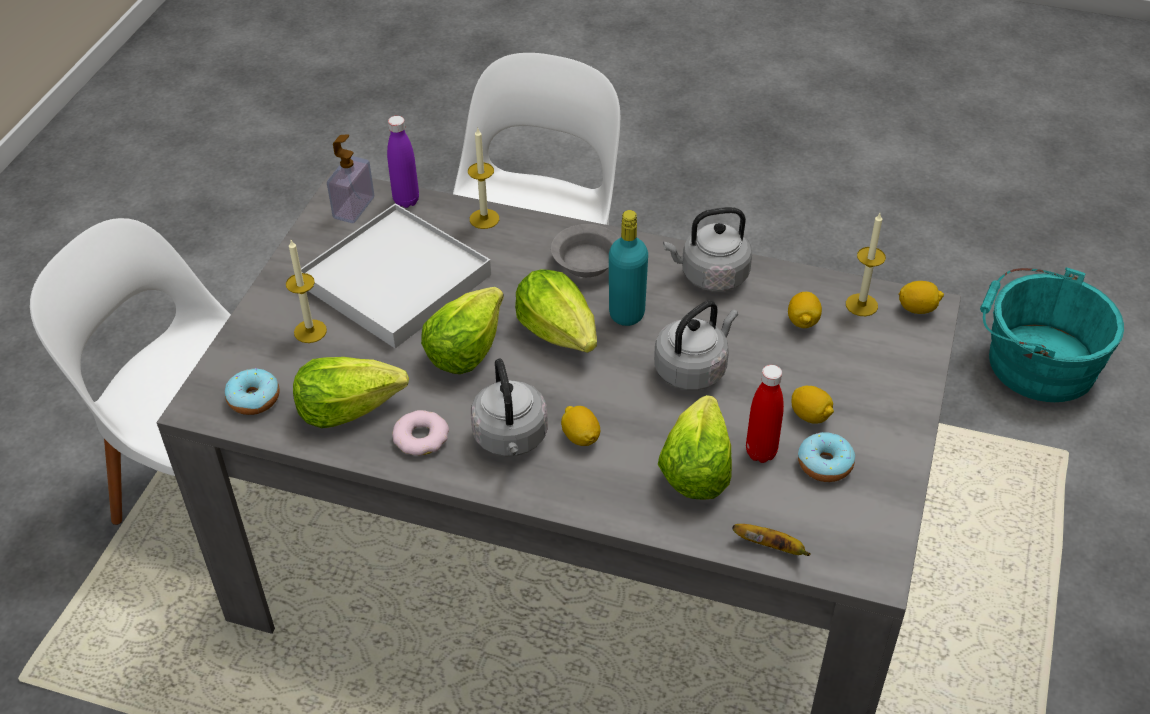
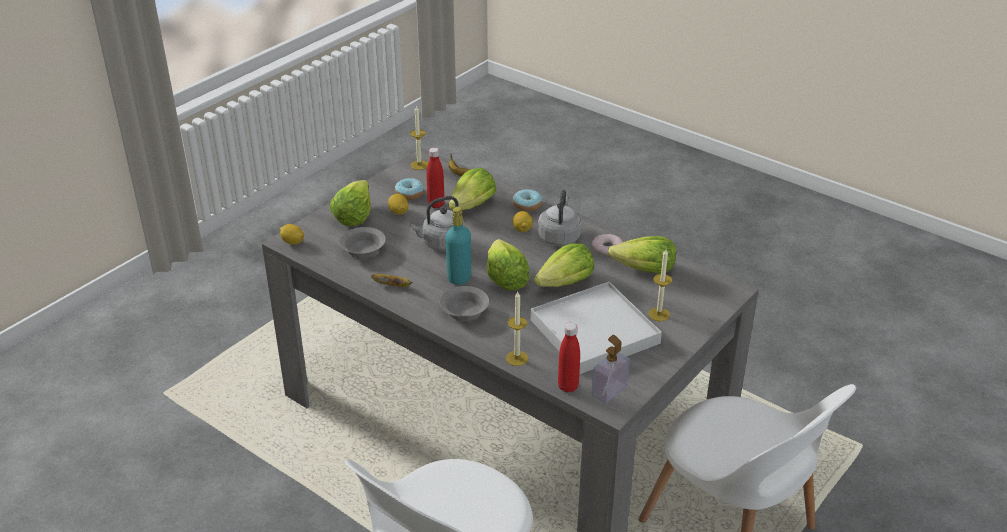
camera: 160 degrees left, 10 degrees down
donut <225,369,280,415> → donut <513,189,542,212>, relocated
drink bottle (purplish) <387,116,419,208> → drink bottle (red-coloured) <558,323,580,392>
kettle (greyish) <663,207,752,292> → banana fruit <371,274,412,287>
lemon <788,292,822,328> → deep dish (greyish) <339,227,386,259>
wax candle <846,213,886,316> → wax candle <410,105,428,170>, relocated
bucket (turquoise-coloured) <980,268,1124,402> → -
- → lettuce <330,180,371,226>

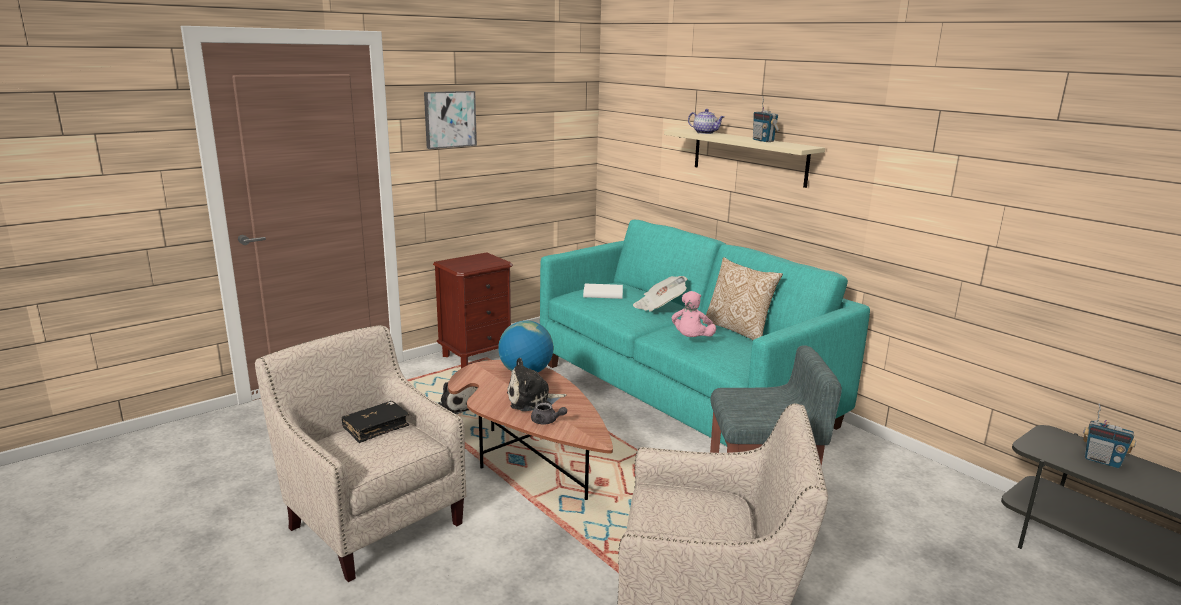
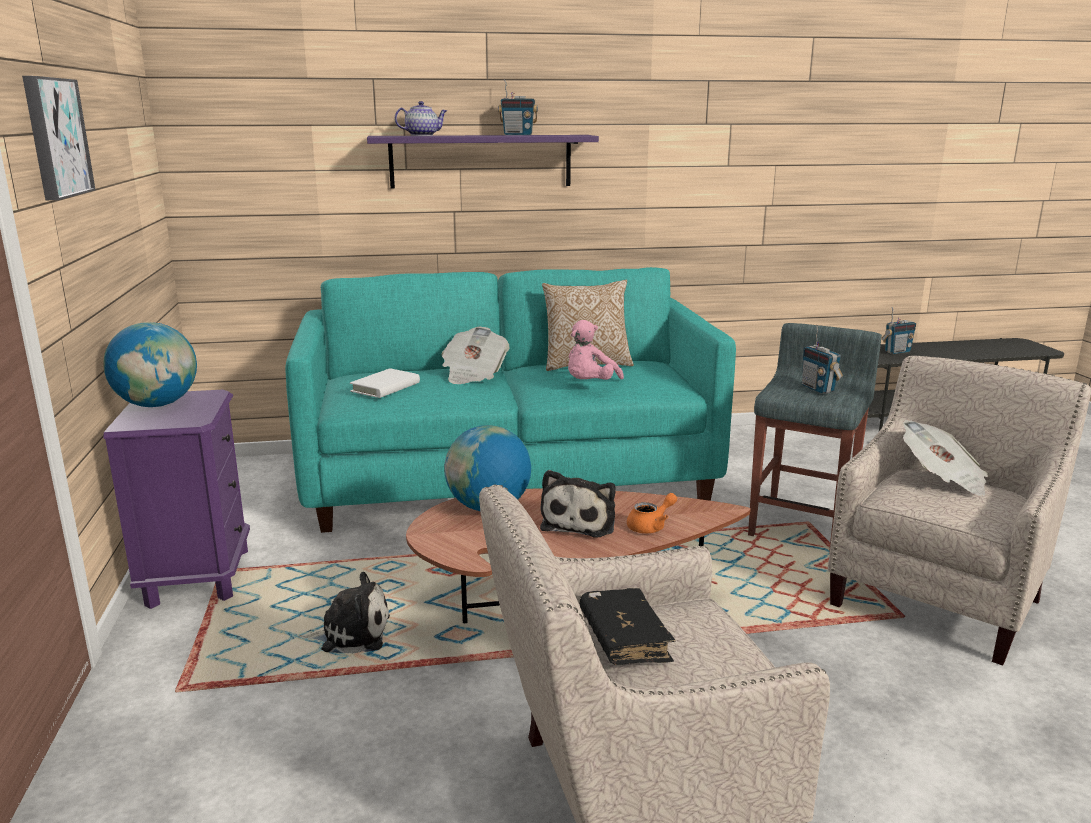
camera: 60 degrees left, 0 degrees up
bedside table (brown-coloured) <433,252,513,368> → bedside table (purplish) <103,390,250,609>
pot for tea (greyish) <531,403,567,424> → pot for tea (orange-coloured) <627,493,677,533>
shelf (beige-coloured) <664,129,825,188> → shelf (purplish) <367,135,599,188>
plush toy (pink-coloured) <672,291,716,337> → plush toy (pink-coloured) <568,320,624,380>, 75 degrees clockwise
- → desk globe <104,322,197,407>
- → radio <802,325,843,394>
- → printed paper <903,420,988,497>

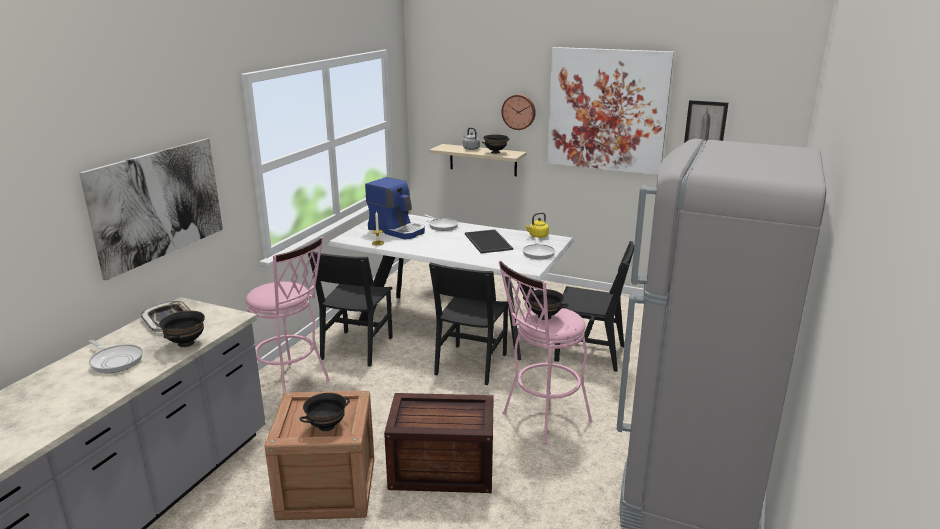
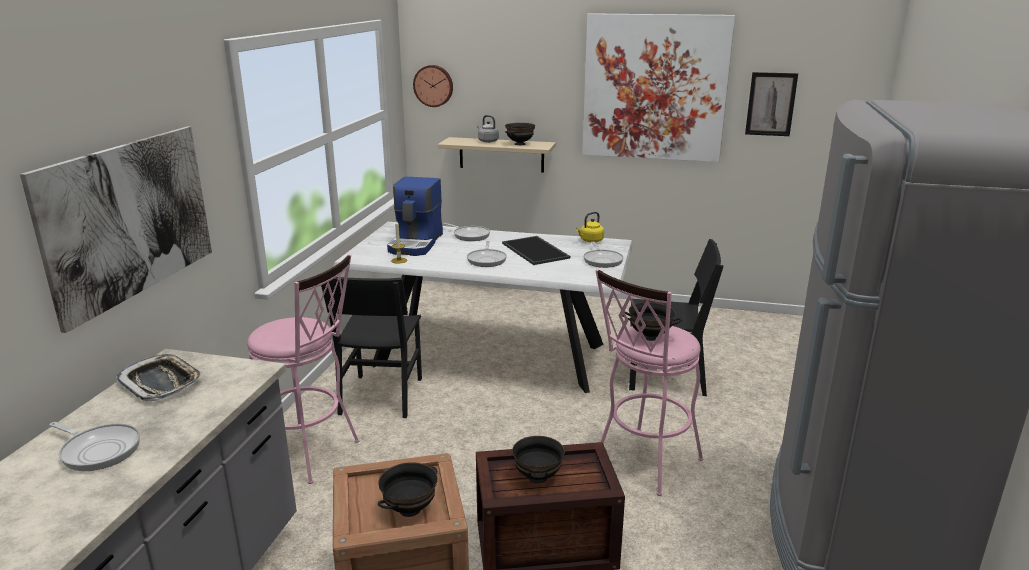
camera: 10 degrees left, 0 degrees up
deep dish (blackish) <159,311,205,347> → deep dish (blackish) <512,436,565,484>, relocated
coffee maker <365,177,425,239> → coffee maker <387,177,443,256>, 75 degrees clockwise
upright chair (blackish) <429,262,509,385> → -
hanging clock <501,94,536,130> → hanging clock <413,65,453,107>, relocated
- → skillet <467,241,507,267>

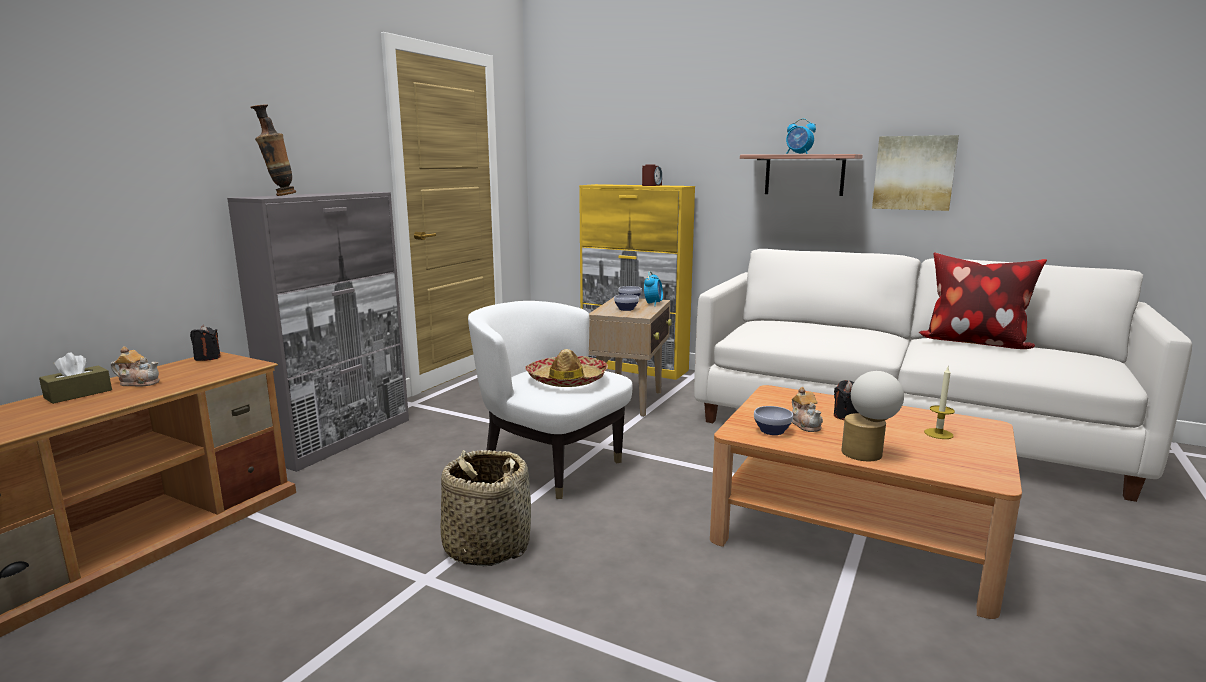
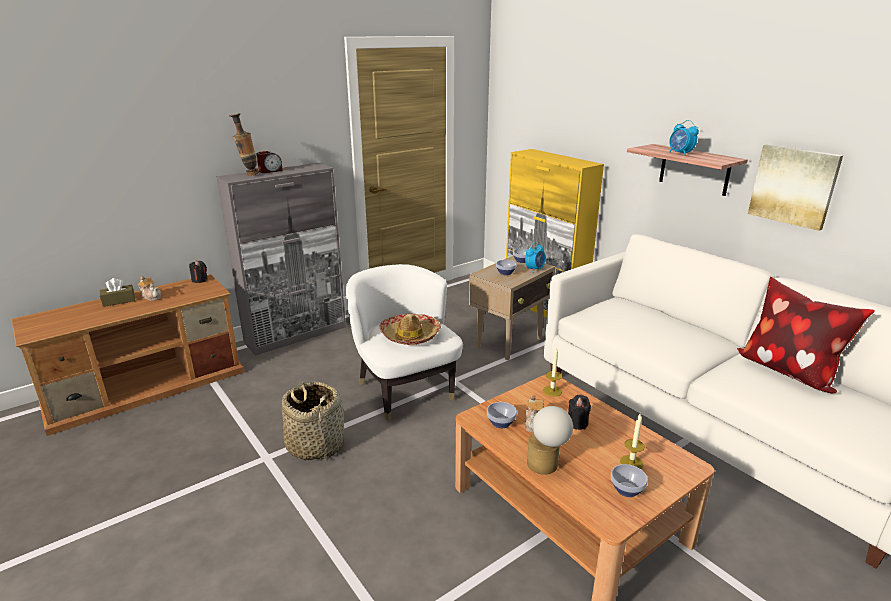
camera: 25 degrees right, 10 degrees up
bedside clock <642,165,662,186> → bedside clock <256,151,283,173>, relocated
- → wax candle <543,347,562,397>
- → deep dish <611,464,648,497>

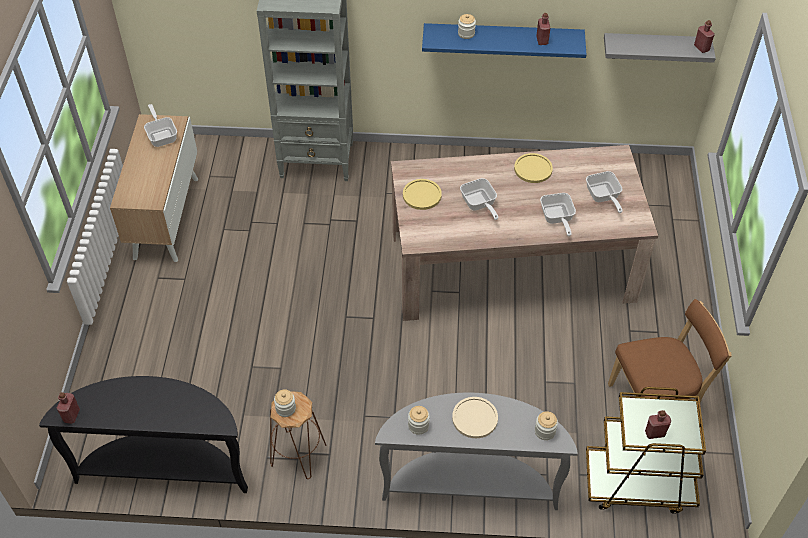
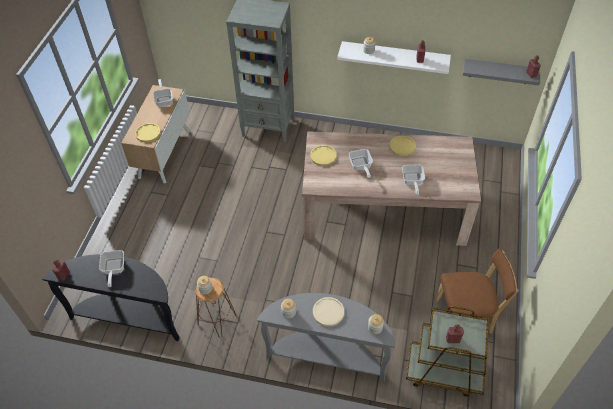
camera: 10 degrees right, 0 degrees up
shelf (blue) <422,23,587,58> → shelf (white) <337,41,451,74>
skillet <586,171,623,213> → skillet <99,250,124,287>, relocated
- → dinner plate (yellowish) <135,123,161,142>

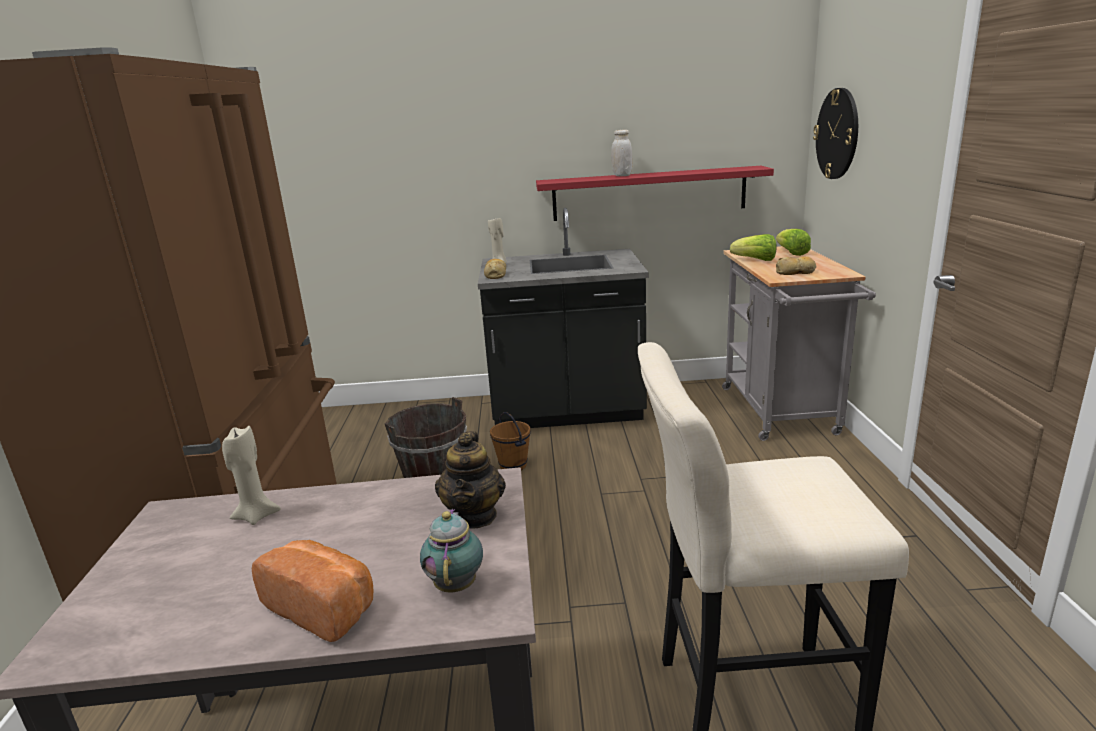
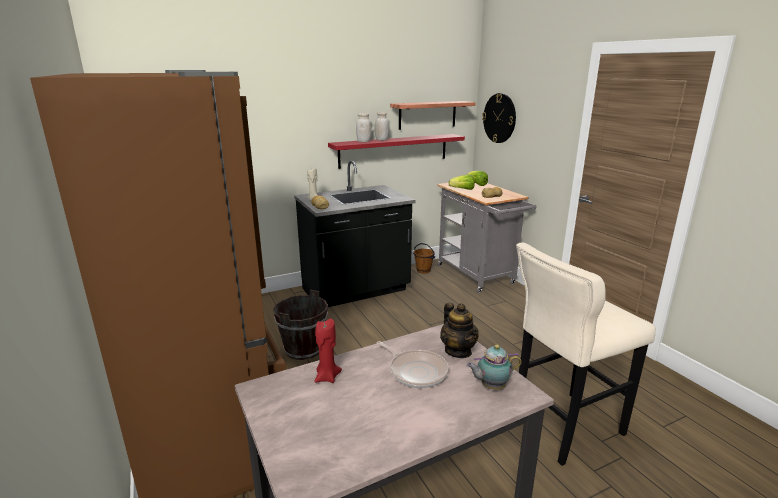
camera: 25 degrees left, 0 degrees up
wax candle (beige-coloured) <222,426,281,525> → wax candle (red-coloured) <314,318,342,383>
bread <252,540,373,642> → -
pot for tea <420,509,483,592> → pot for tea <466,345,522,390>, 75 degrees counterclockwise
bucket (brown-coloured) <490,412,531,470> → bucket (brown-coloured) <413,243,435,274>, relocated
- → storage jar (white) <356,113,371,142>
- → skillet <376,341,449,388>
- → shelf <390,101,476,130>

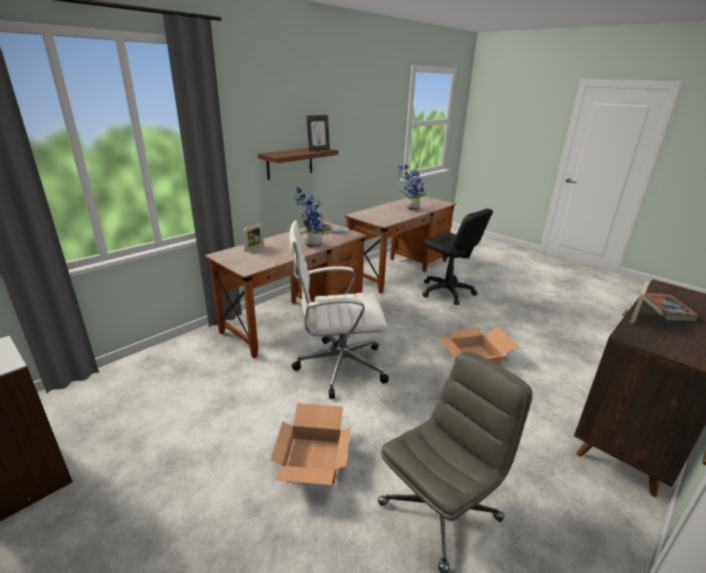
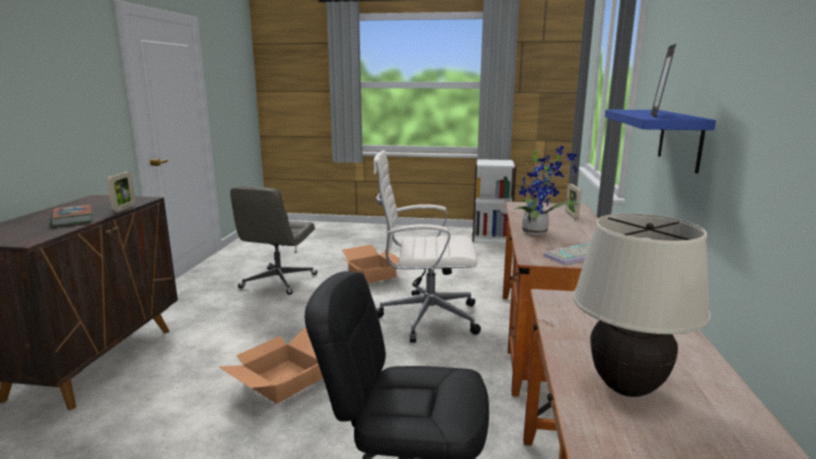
camera: 145 degrees right, 10 degrees down
shelf (brown-coloured) <258,148,338,180> → shelf (blue) <605,109,716,174>
computer chair (white) <290,220,389,399> → computer chair (white) <374,150,481,343>, 135 degrees counterclockwise
plant in a pot <394,164,427,211> → table lamp (beige-coloured) <573,213,711,397>

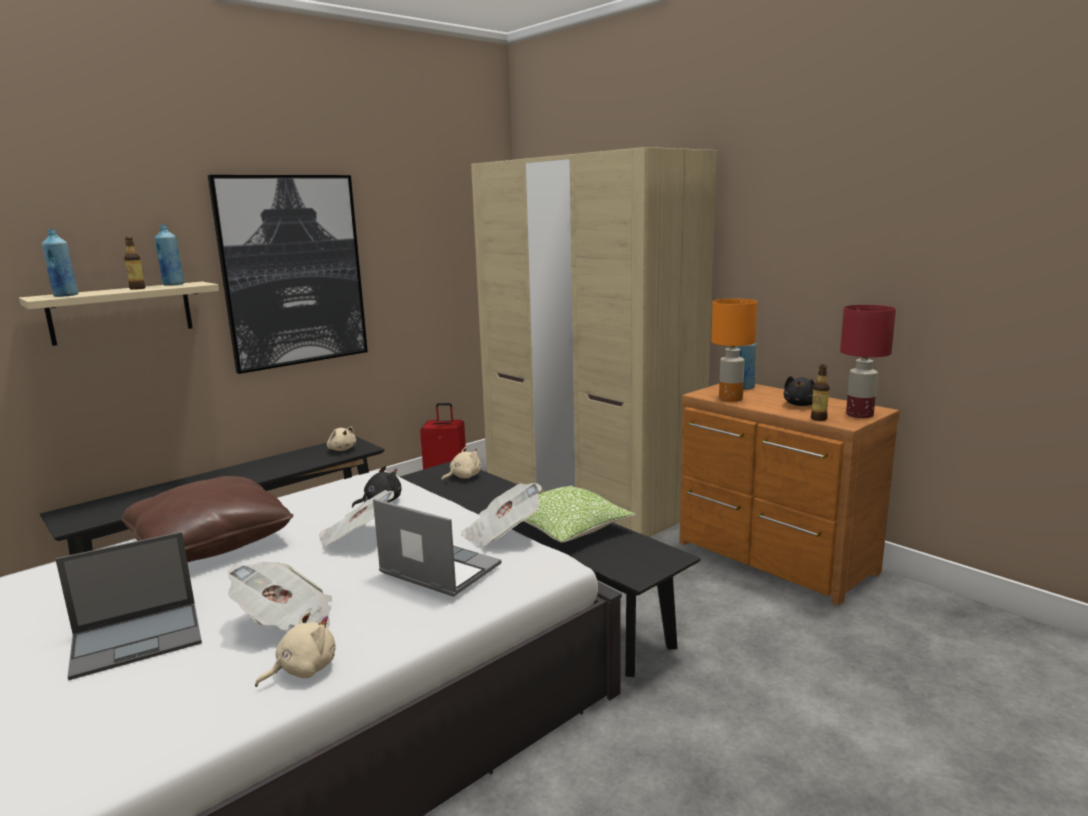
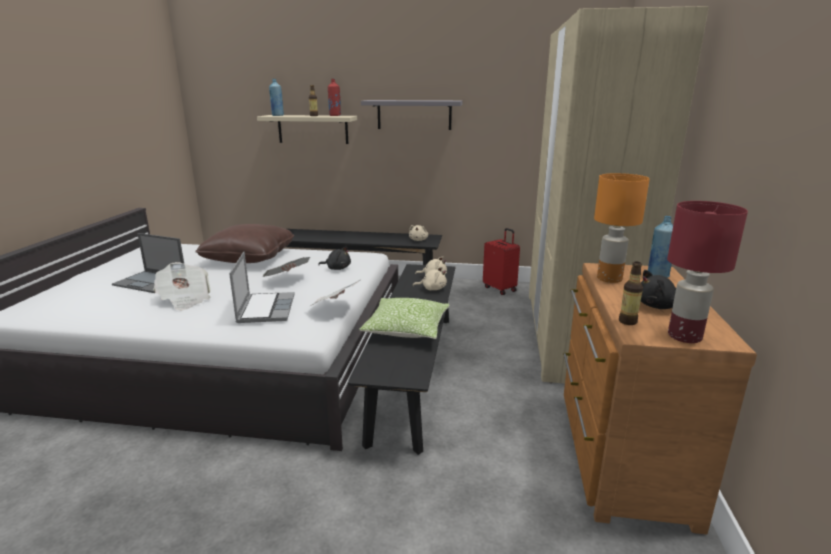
camera: 50 degrees right, 5 degrees up
drink bottle (blue) <154,225,185,286> → drink bottle (red-coloured) <328,79,341,116>
picture <208,175,368,374> → shelf (greyish) <361,100,463,130>
plush toy (beige-coloured) <255,611,336,687> → plush toy (beige-coloured) <412,267,447,290>, relocated

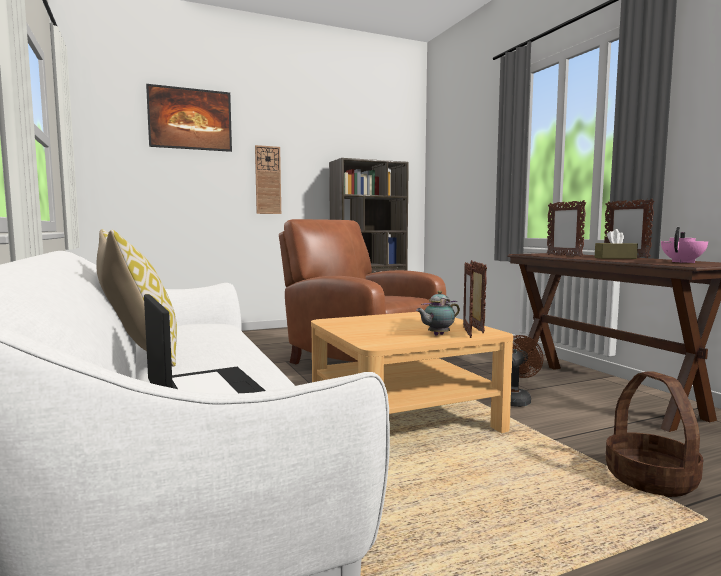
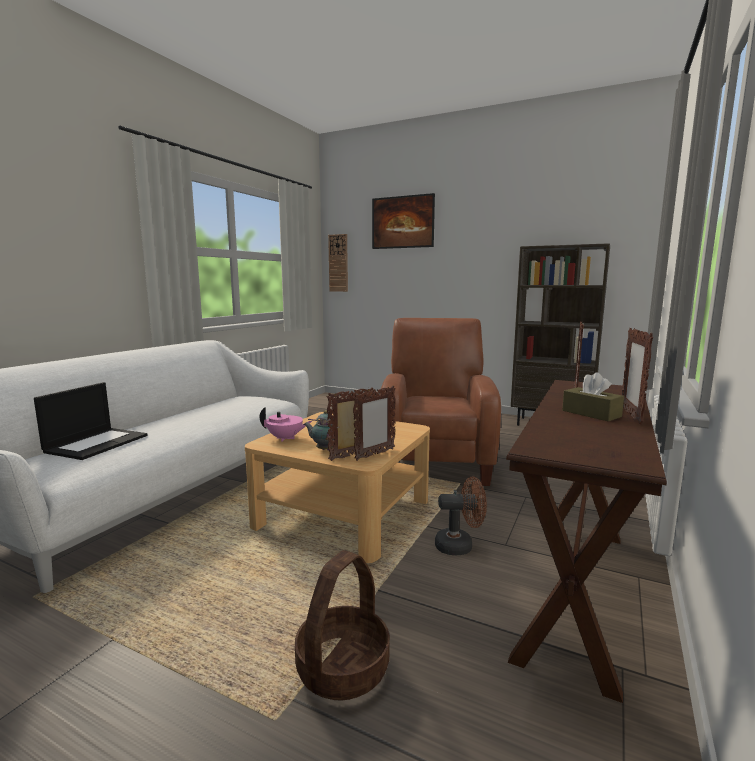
camera: 50 degrees right, 5 degrees up
cushion <96,229,177,367> → -
hanging clock <255,145,281,214> → hanging clock <328,234,348,292>, relocated
pot for tea (pink-coloured) <661,227,708,263> → pot for tea (pink-coloured) <260,407,312,442>, relocated

